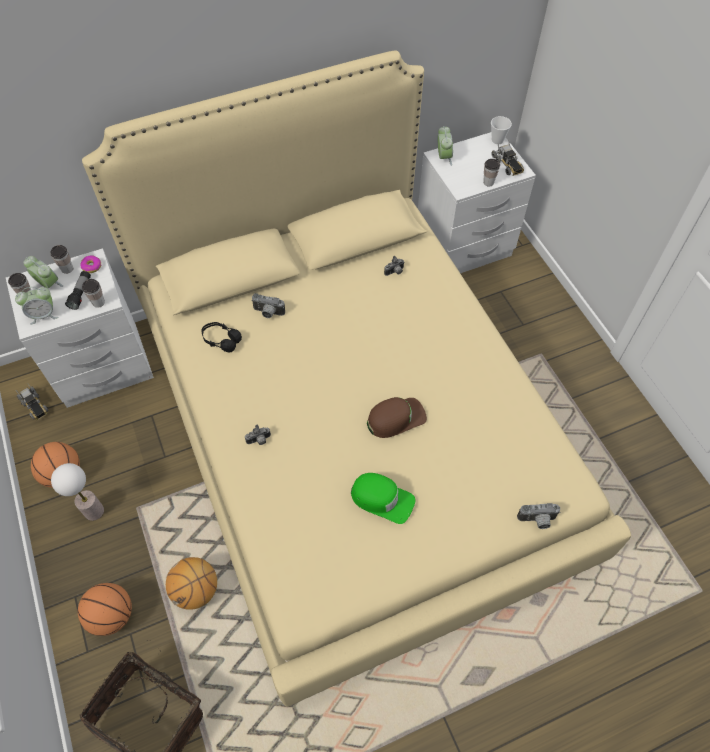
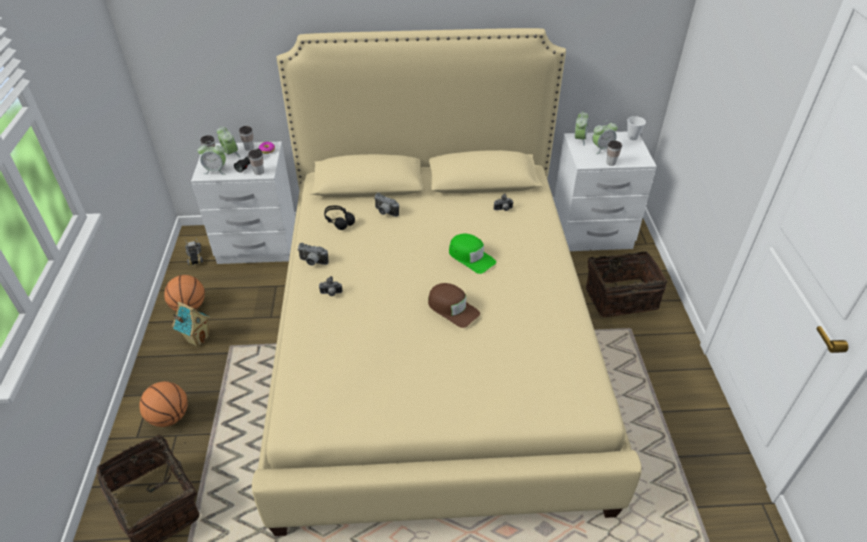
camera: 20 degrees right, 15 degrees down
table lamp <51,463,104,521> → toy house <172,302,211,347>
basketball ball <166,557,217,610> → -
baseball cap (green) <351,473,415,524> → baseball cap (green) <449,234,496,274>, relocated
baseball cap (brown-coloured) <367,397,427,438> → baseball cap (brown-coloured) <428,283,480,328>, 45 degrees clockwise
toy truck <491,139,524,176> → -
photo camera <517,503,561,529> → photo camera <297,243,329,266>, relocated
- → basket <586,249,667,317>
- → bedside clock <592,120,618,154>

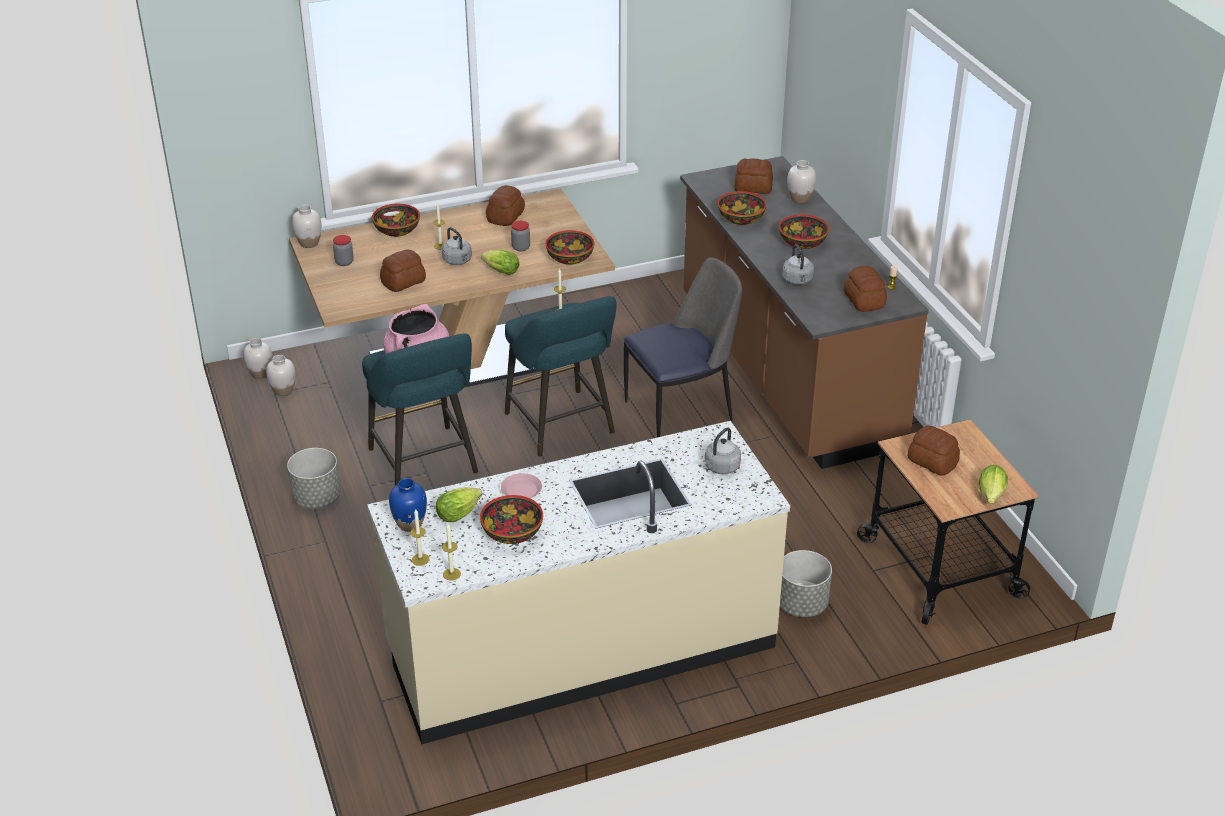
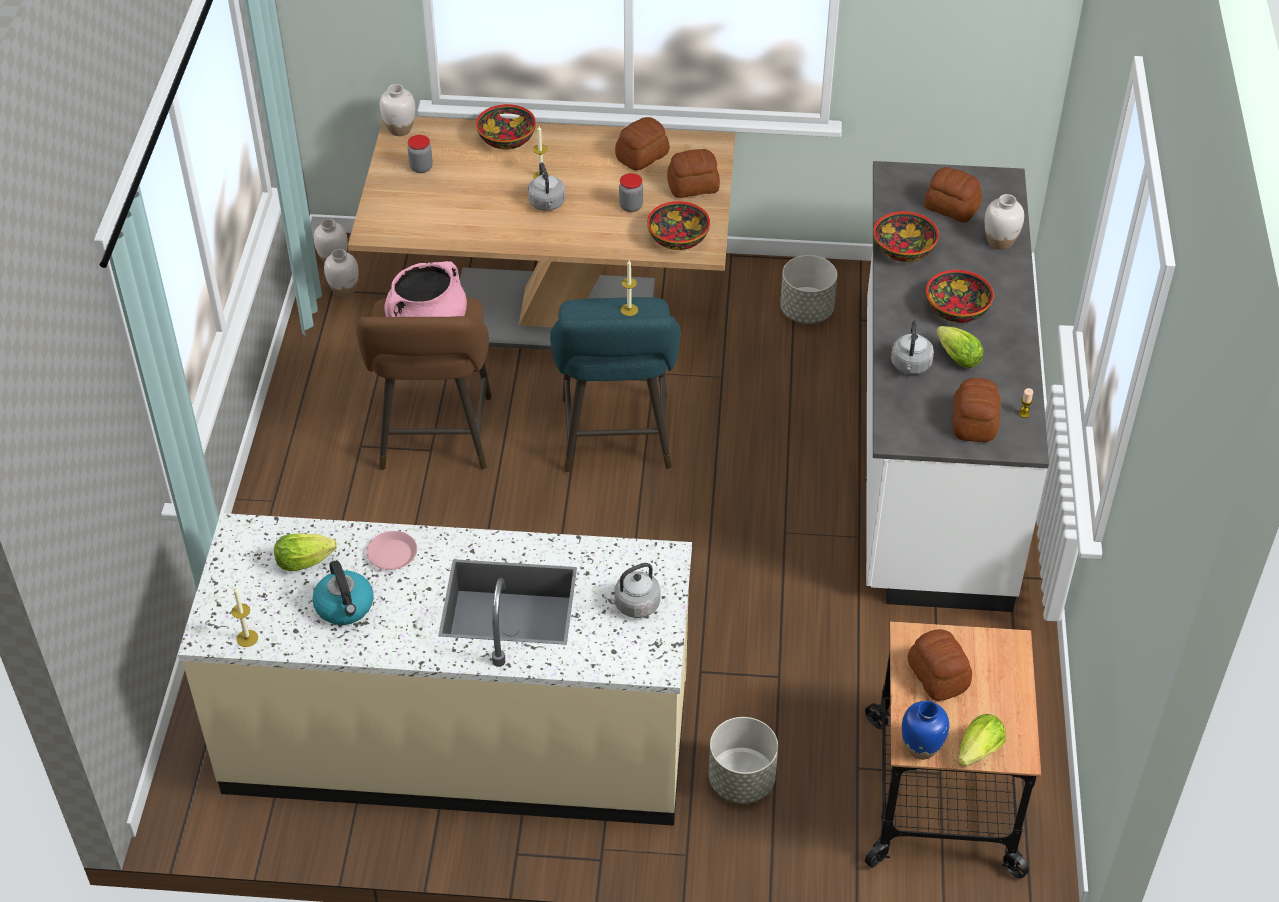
camera: 25 degrees right, 10 degrees up
flower pot (greyish) <287,448,341,509> → flower pot (greyish) <780,255,837,324>, relocated
stool seat (turquoise-coloured) <362,333,478,486> → stool seat (brown-coloured) <356,297,491,470>
bread <380,249,426,292> → bread <667,149,720,198>, relocated
flower vase (blue) <389,478,427,532> → flower vase (blue) <902,701,949,760>, relocated
wax candle <410,509,429,566> → -
deep dish <480,495,543,544> → kettle <312,560,373,625>
lettuce <481,250,519,275> → lettuce <936,326,983,368>, relocated
upright chair <624,257,743,438> → -
kitchen base unit (brown-coloured) <680,156,929,469> → kitchen base unit (white) <866,161,1049,612>

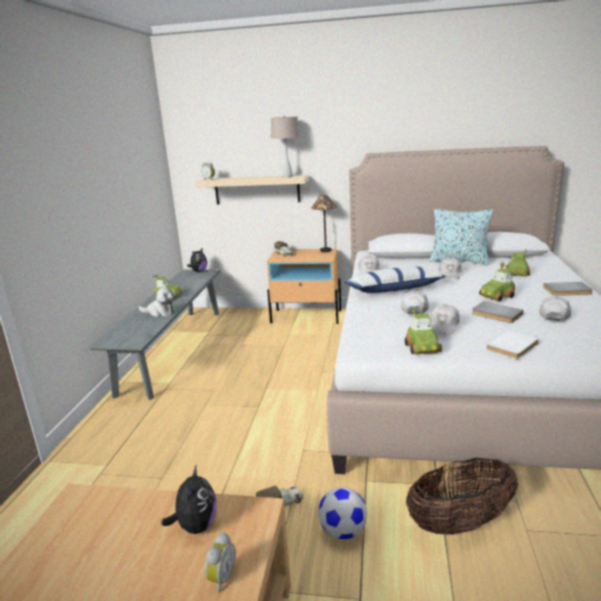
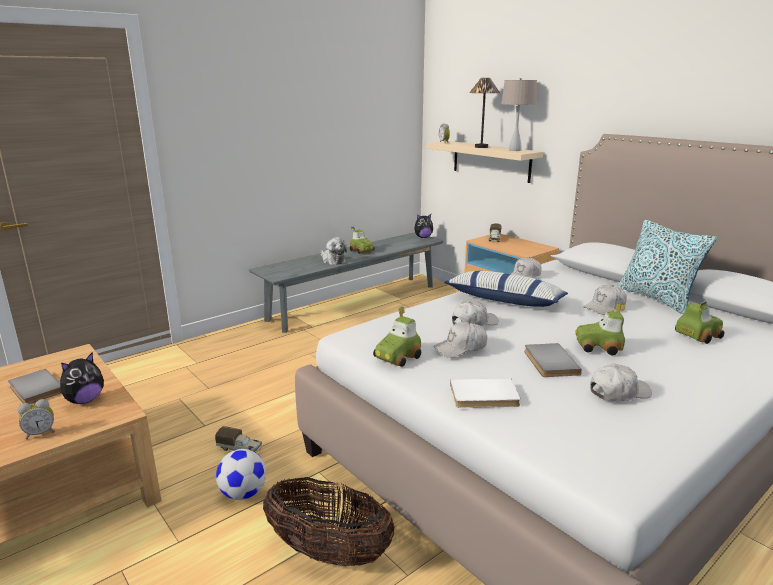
camera: 40 degrees right, 0 degrees up
table lamp <311,195,337,252> → table lamp <469,78,500,148>, relocated
volume (greyish) <543,282,593,296> → volume (greyish) <8,369,61,404>, relocated

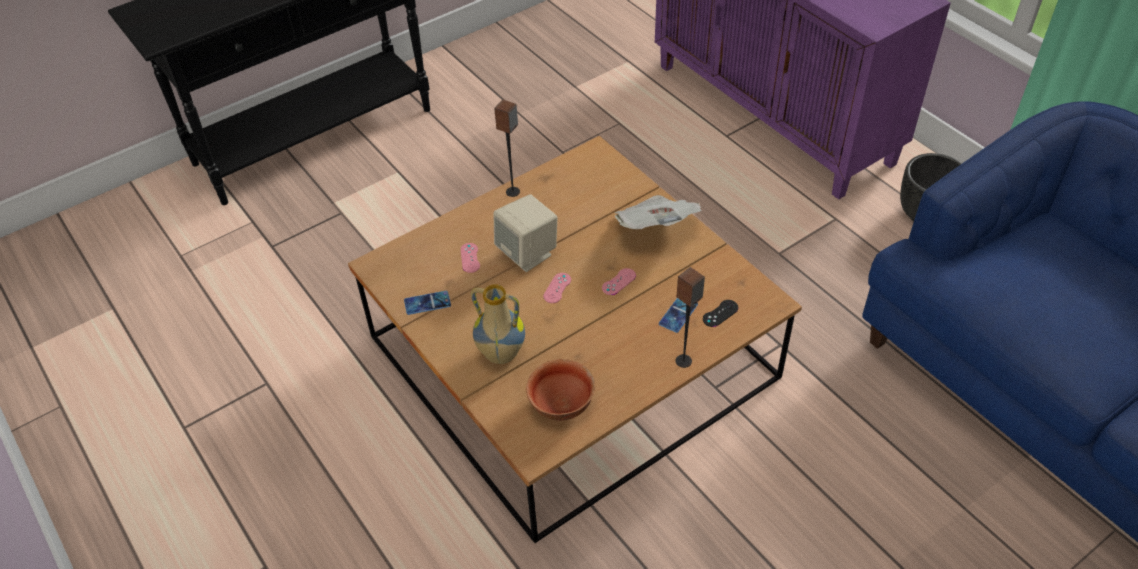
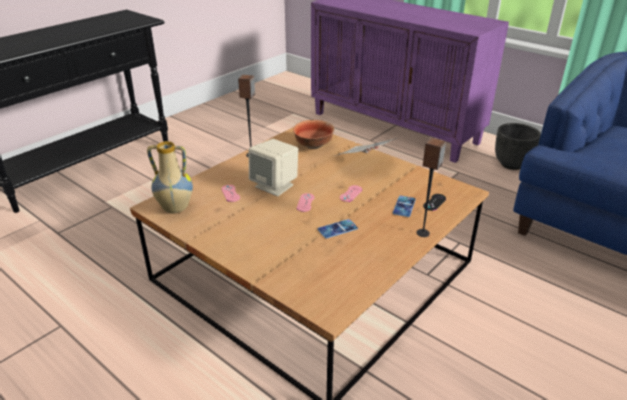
camera: 15 degrees left, 15 degrees down
telephone <404,291,451,315> → telephone <318,219,358,238>, relocated
flower vase <471,284,525,364> → flower vase <147,141,193,213>, relocated
deep dish <526,359,595,421> → deep dish <293,120,334,149>, relocated

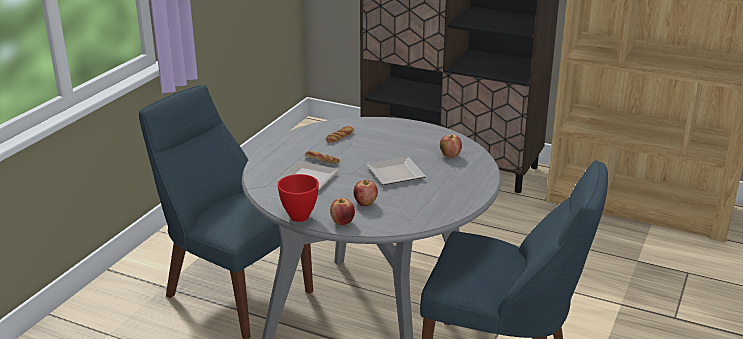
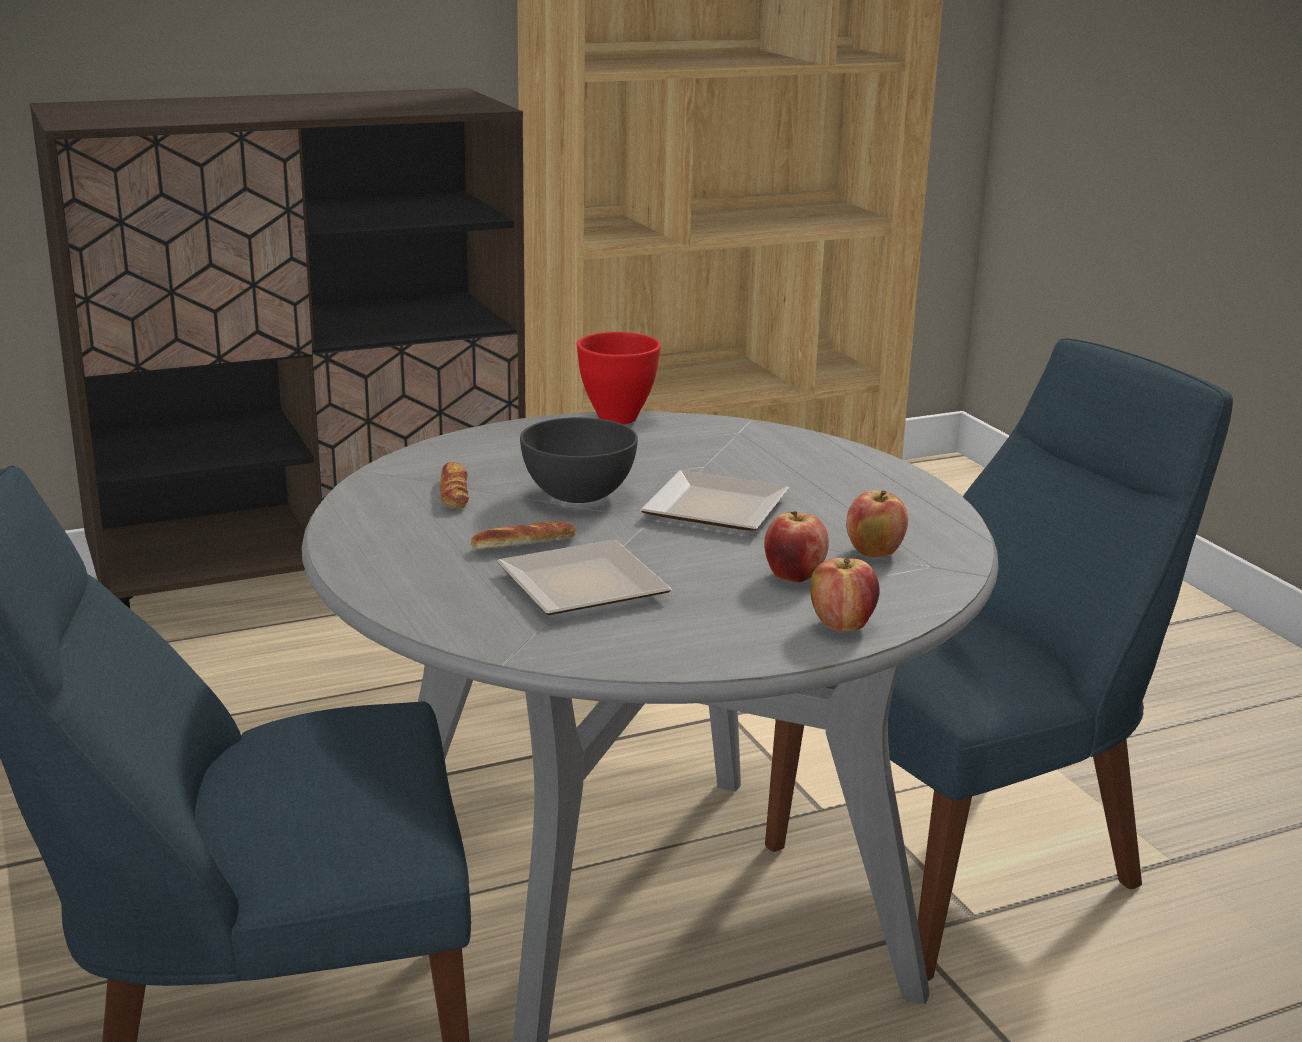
camera: 50 degrees left, 5 degrees down
deep dish (red-coloured) <277,174,319,222> → deep dish (red-coloured) <577,332,661,425>, relocated
apple <440,134,462,158> → apple <846,490,908,558>, relocated
- → deep dish (greyish) <520,417,638,503>

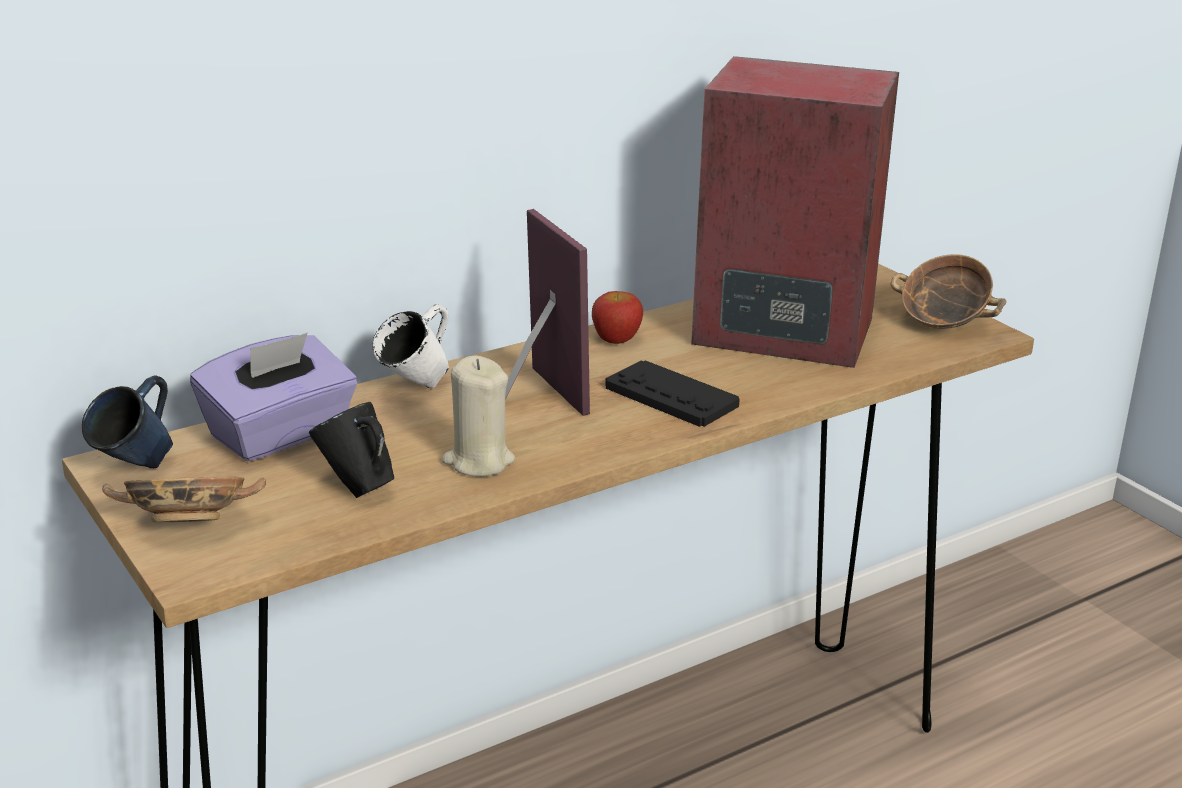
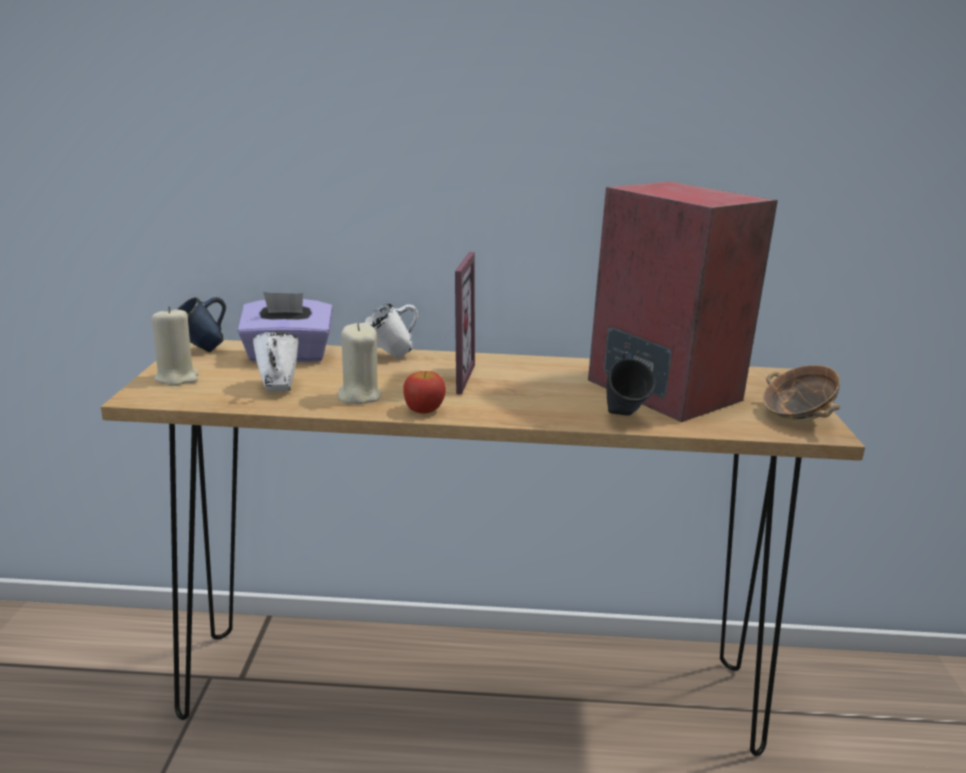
camera: 35 degrees right, 5 degrees down
deep dish <102,476,266,522> → wax candle (beige-coloured) <151,306,199,386>
coffee mug (blackish) <309,402,394,498> → coffee mug (white) <253,331,298,392>
apple <592,291,643,344> → apple <403,371,446,414>, relocated
joypad (blackish) <605,360,740,427> → -
- → coffee mug (blue) <606,351,656,416>

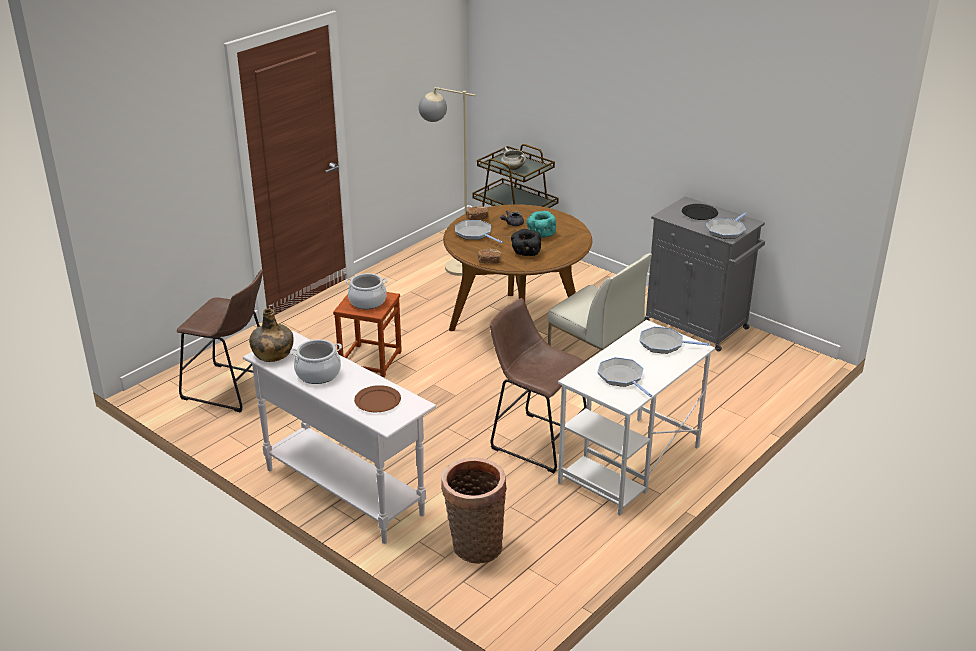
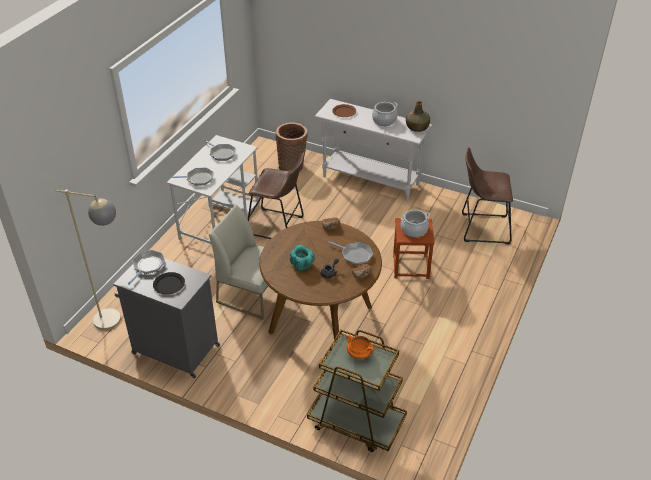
camera: 165 degrees right, 10 degrees up
standard lamp (beige-coloured) <419,87,476,276> → standard lamp (beige-coloured) <56,189,121,330>, relocated
stockpot (white) <501,147,526,170> → stockpot (orange-coloured) <346,335,374,359>
deep dish (blackish) <511,229,541,256> → -

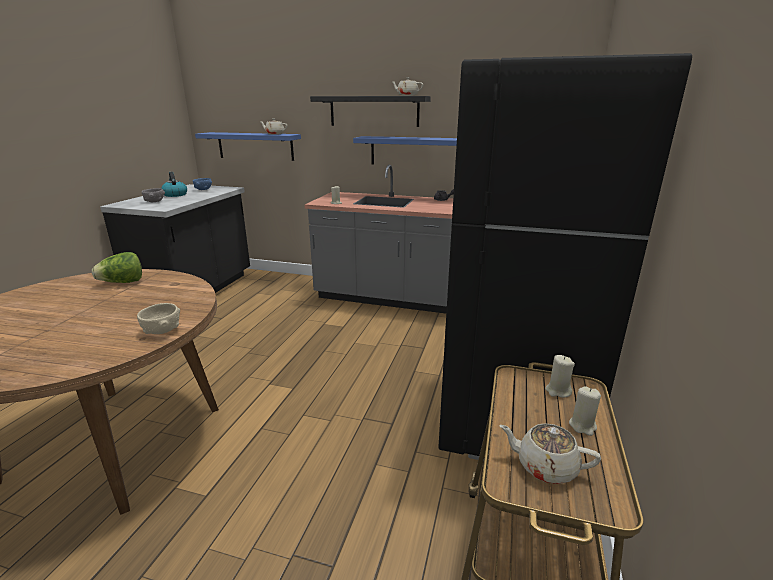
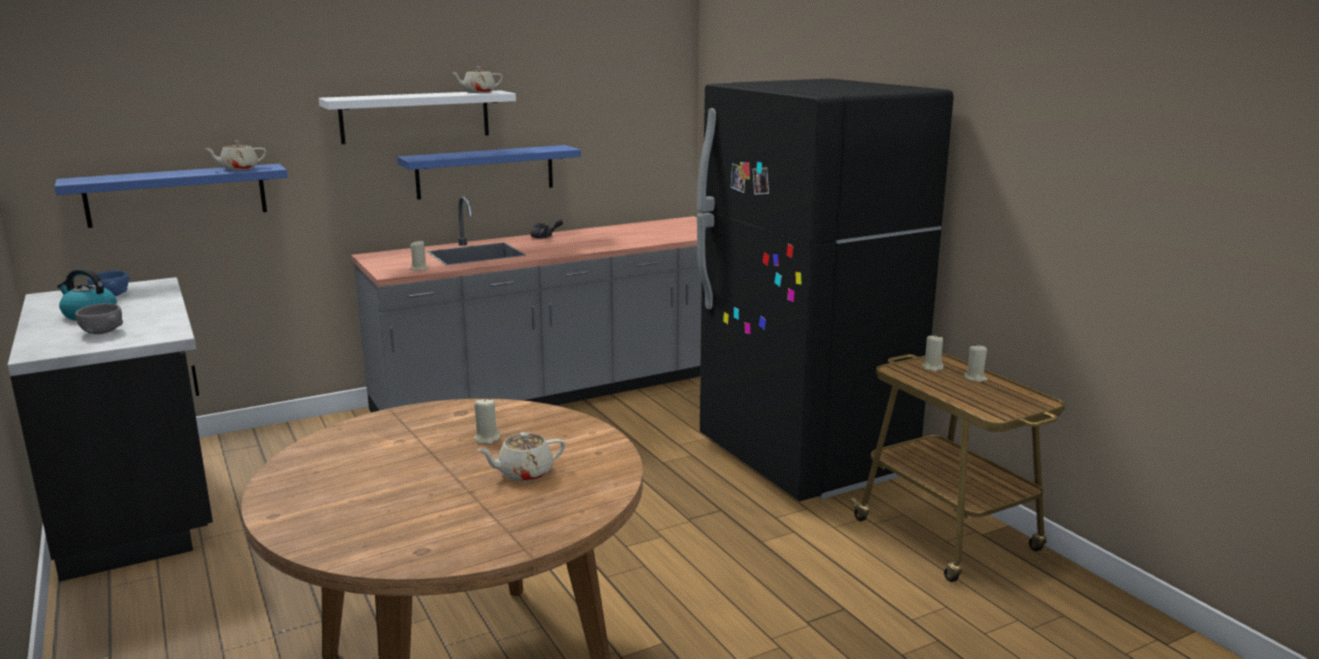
camera: 45 degrees left, 5 degrees down
lettuce <92,252,142,283> → -
deep dish (beige-coloured) <137,303,180,334> → -
shelf (blackish) <310,96,431,127> → shelf (white) <319,90,516,144>
pot for tea (beige-coloured) <499,423,601,484> → pot for tea (beige-coloured) <477,432,565,482>, relocated
- → wax candle (beige-coloured) <474,398,500,445>

